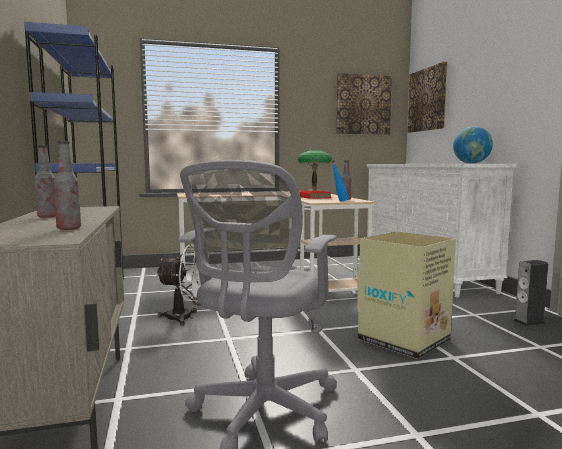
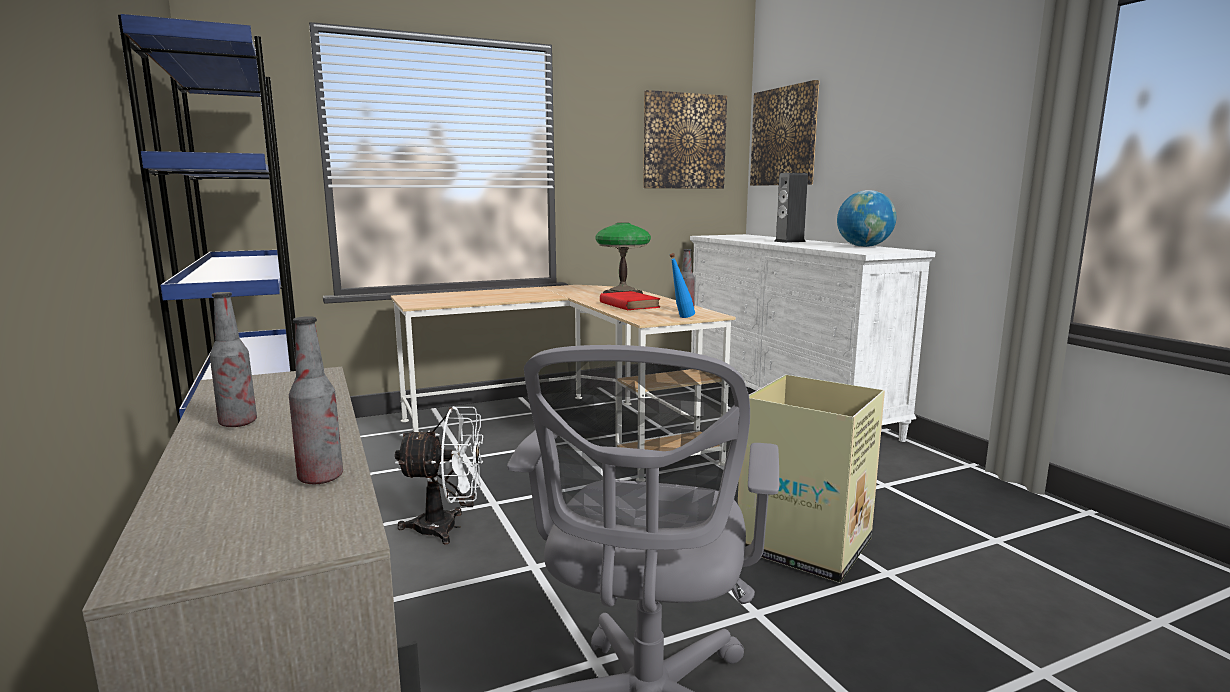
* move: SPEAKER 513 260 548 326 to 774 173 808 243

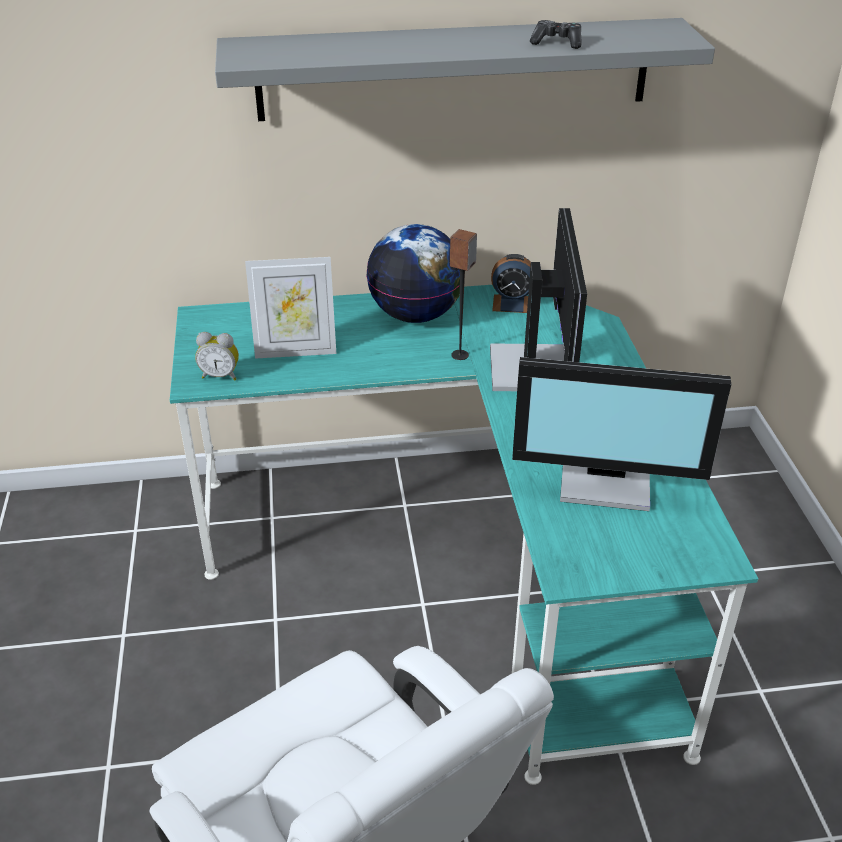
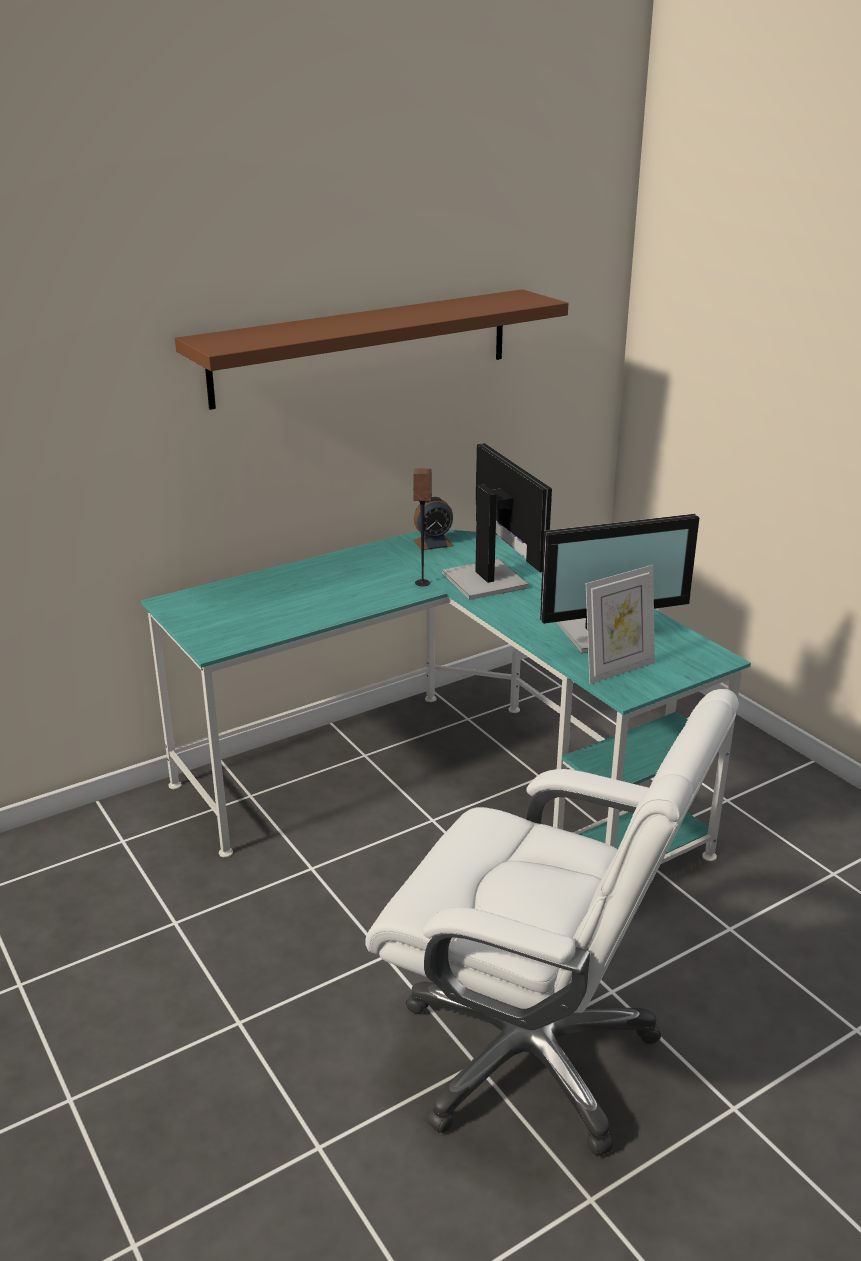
* recolor: GREY SHELF 215 18 715 121 to BROWN SHELF 175 289 569 410
* move: PICTURE FRAME 245 257 336 359 to 586 565 655 684
* delete: ALARM CLOCK 195 332 239 381
* delete: GLOBE 366 224 460 323
* delete: GAME CONTROLLER 530 20 581 49

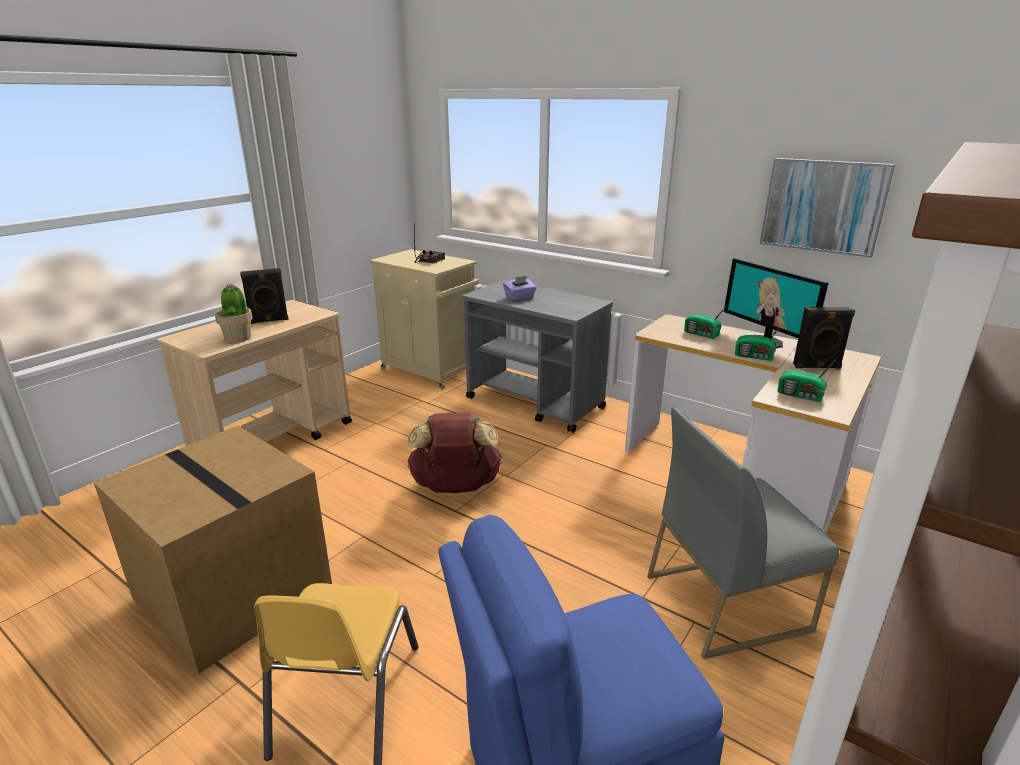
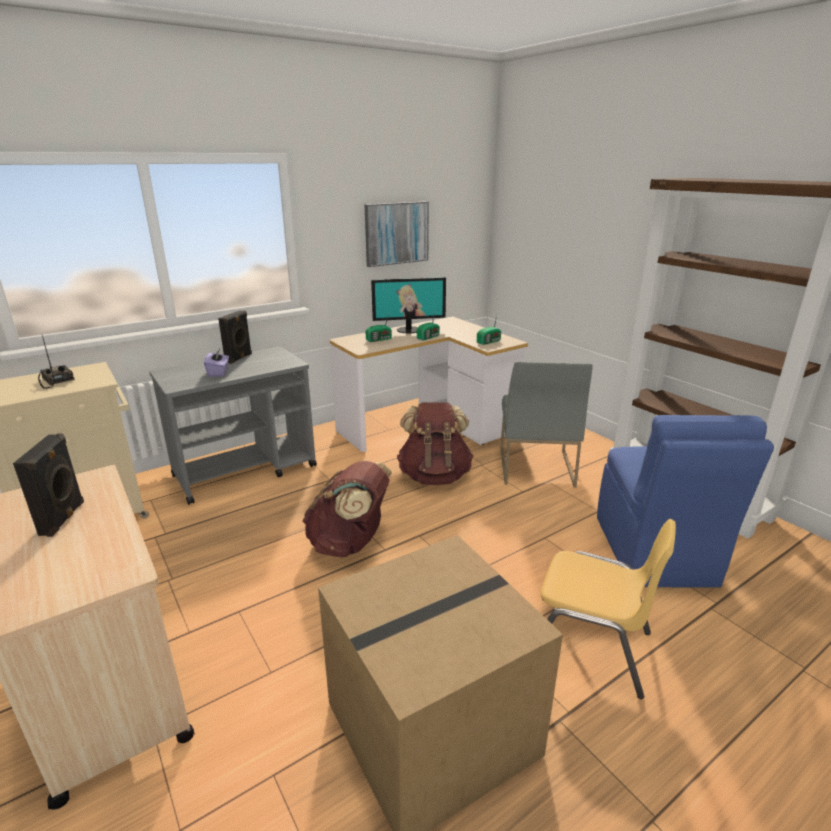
* move: BLACK SPEAKER 793 307 855 369 to 218 310 252 364
* insert: BROWN BACKPACK 397 402 474 485
* delete: POTTED PLANT 215 284 253 343

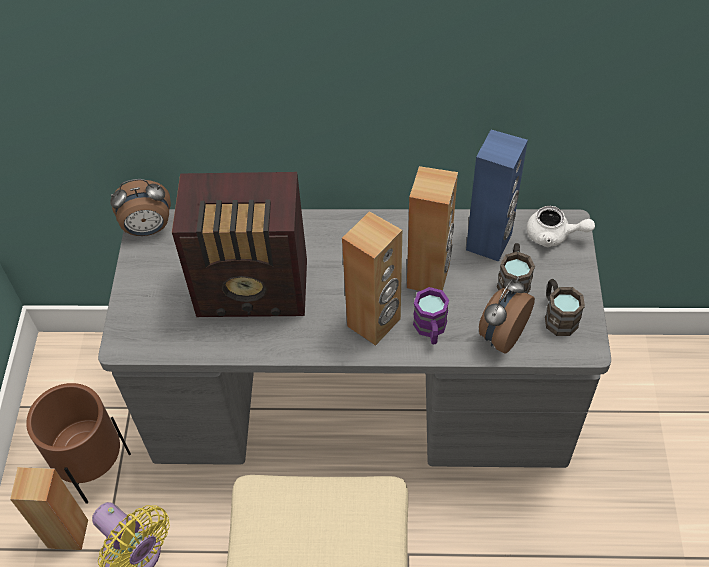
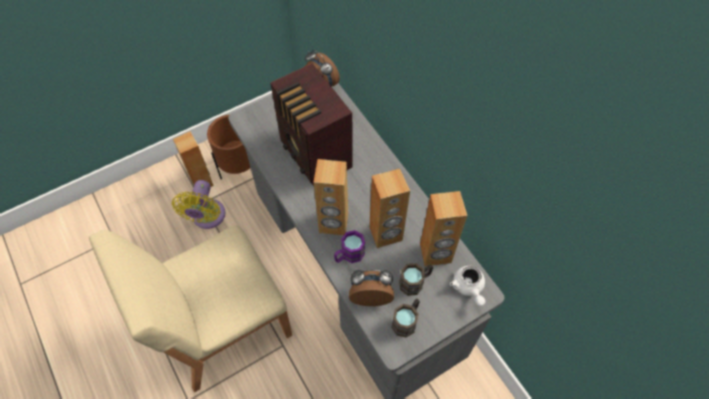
* recolor: BLUE SPEAKER 466 130 528 262 to BROWN SPEAKER 420 191 468 266

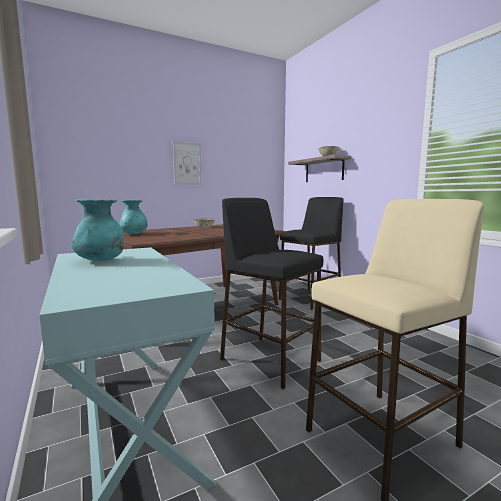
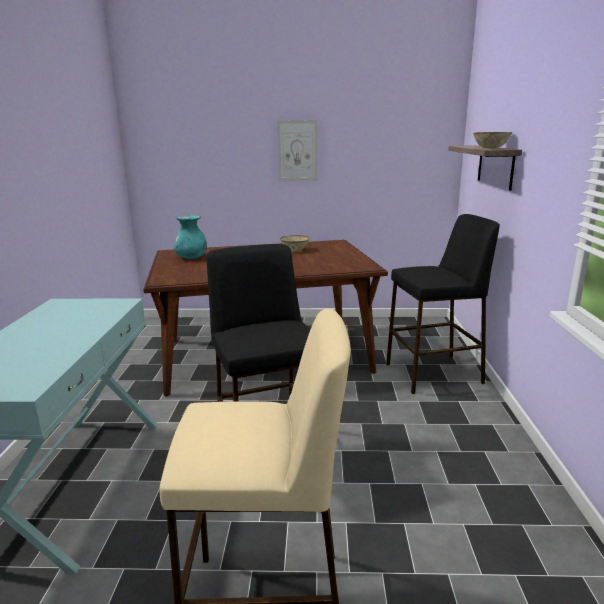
* delete: TURQUOISE VASE 71 199 124 261

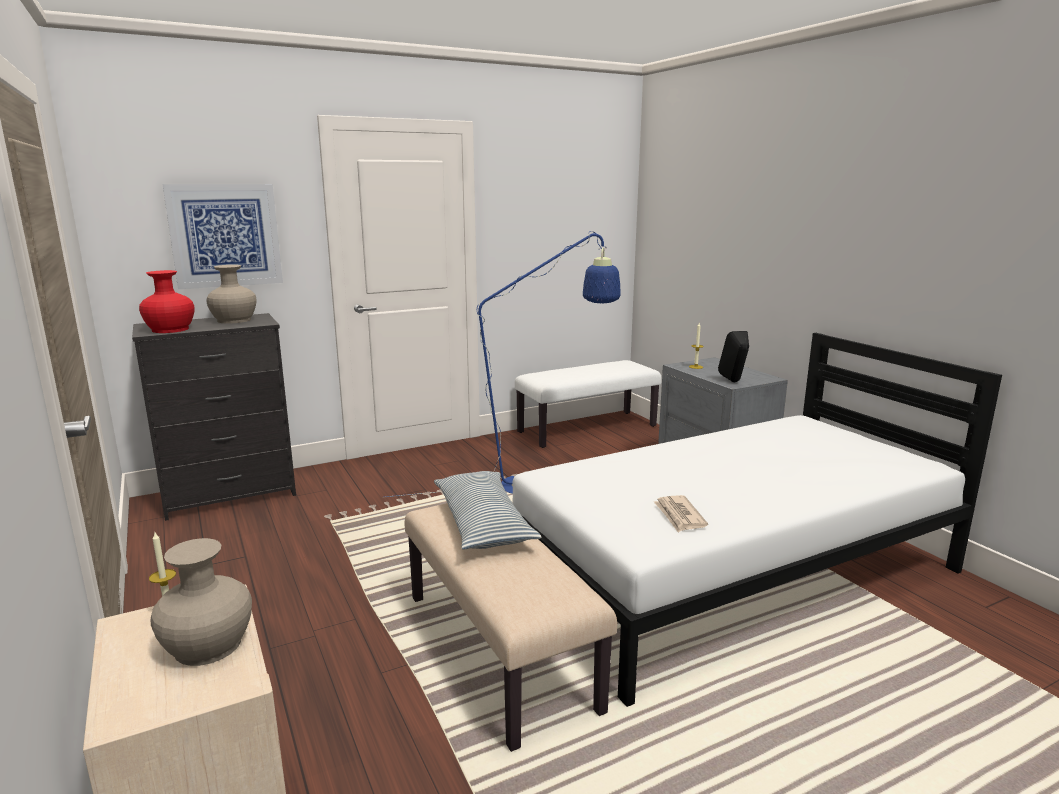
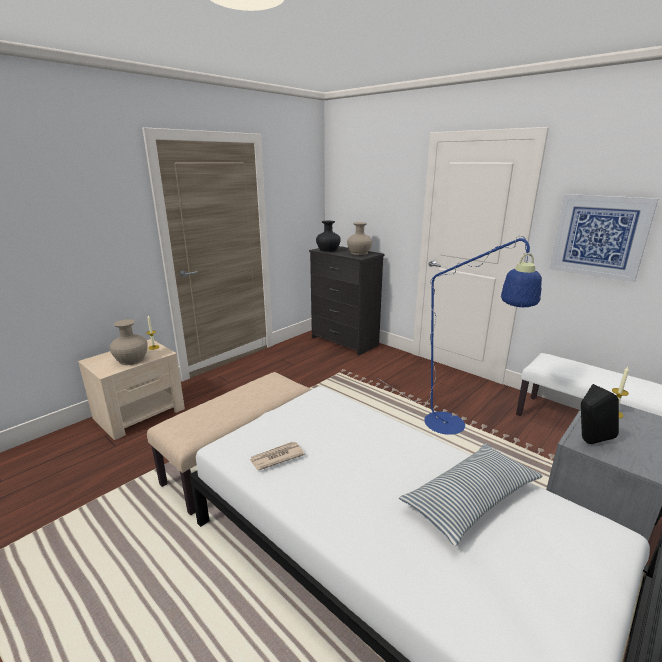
* recolor: RED VASE 139 270 195 333 to BLACK VASE 316 221 341 252
* move: PILLOW 434 471 541 549 to 399 443 542 546
* move: PICTURE 162 184 283 289 to 549 194 659 282

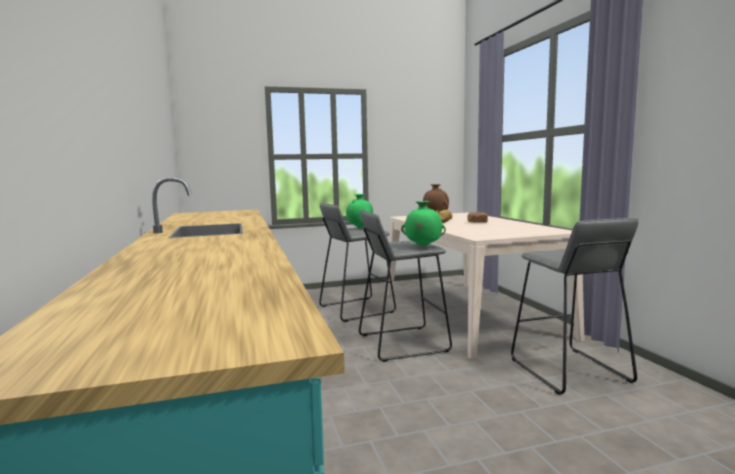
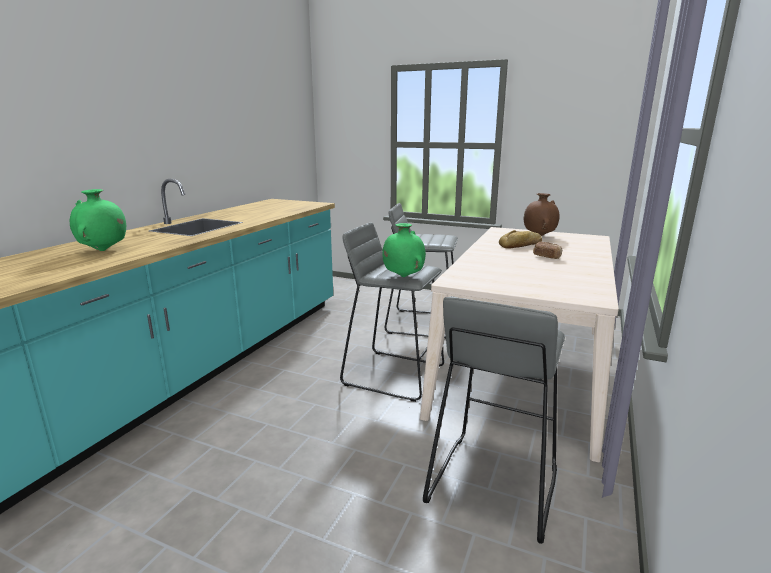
* move: GREEN VASE 346 194 373 228 to 70 189 126 251

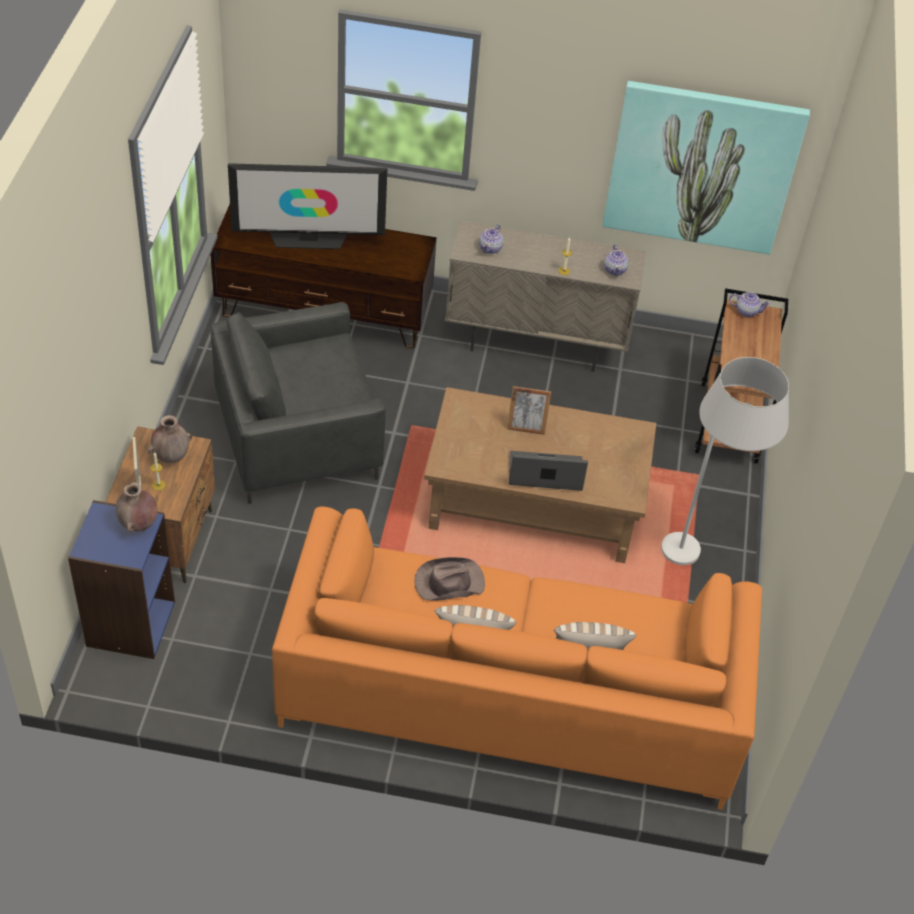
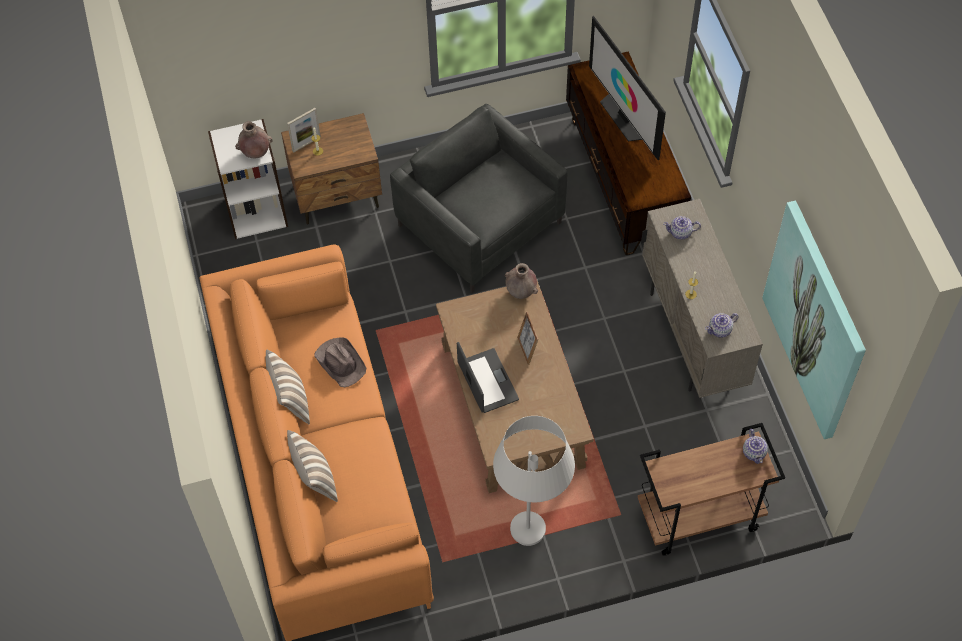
* recolor: BLUE BOOKCASE 68 500 175 659 to WHITE BOOKCASE 208 119 288 239
* move: BROWN VASE 148 415 192 463 to 505 263 538 299

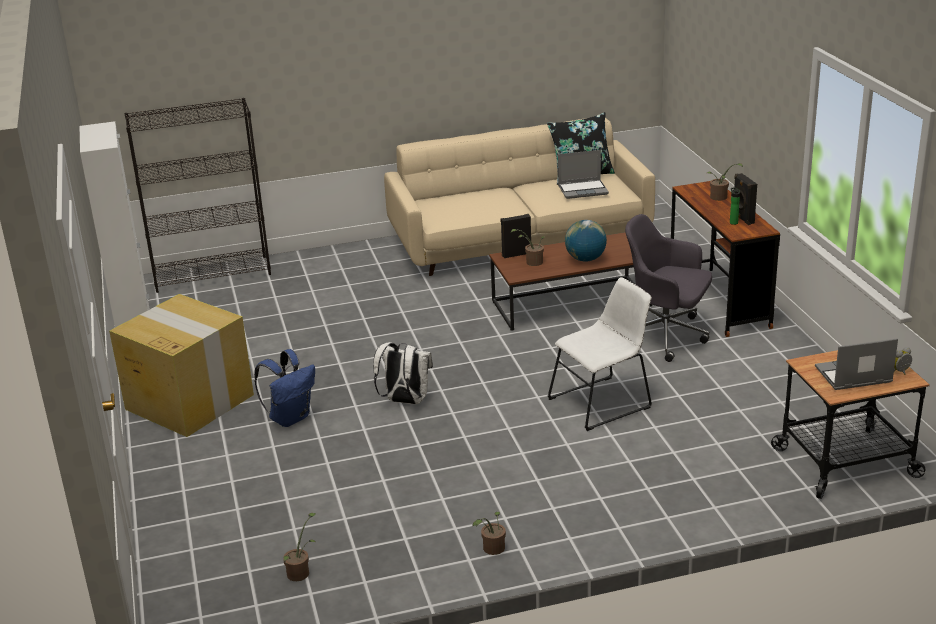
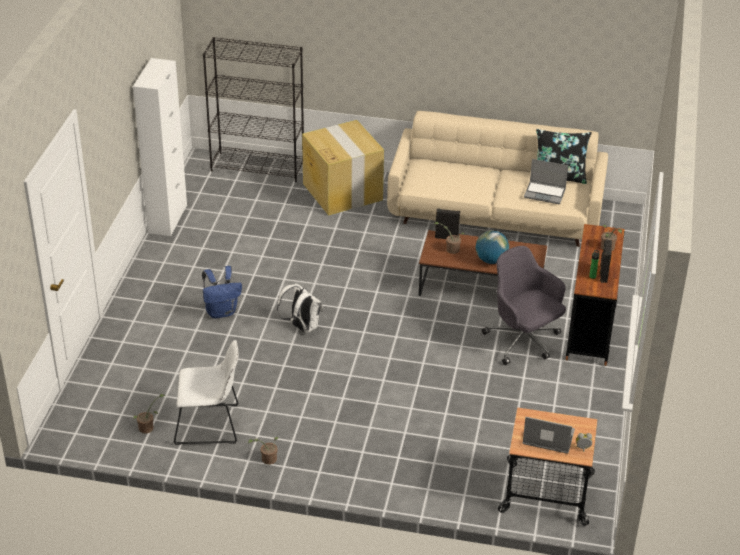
* move: WHITE CHAIR 548 277 652 431 to 173 340 239 445
* move: CARDBOARD BOX 109 294 254 437 to 302 120 384 216

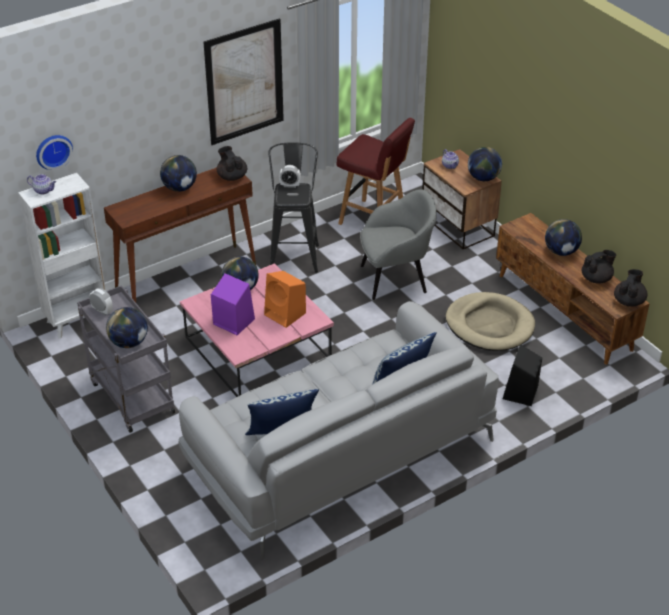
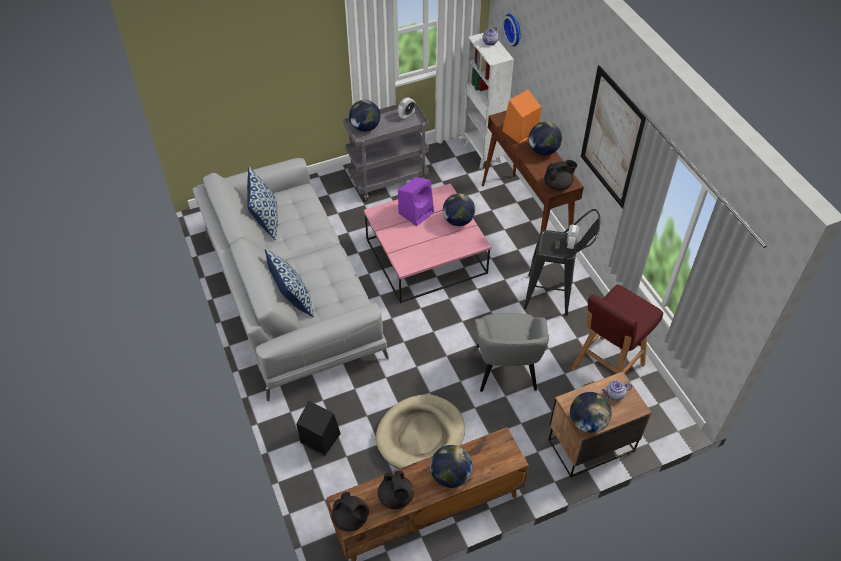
* move: ORANGE SPEAKER 264 271 306 328 to 502 90 542 144

